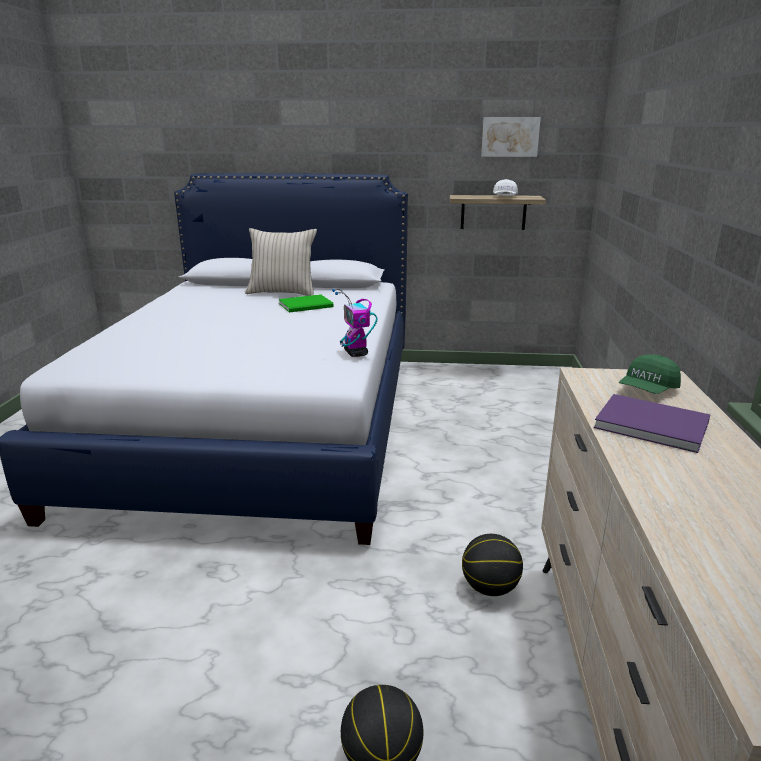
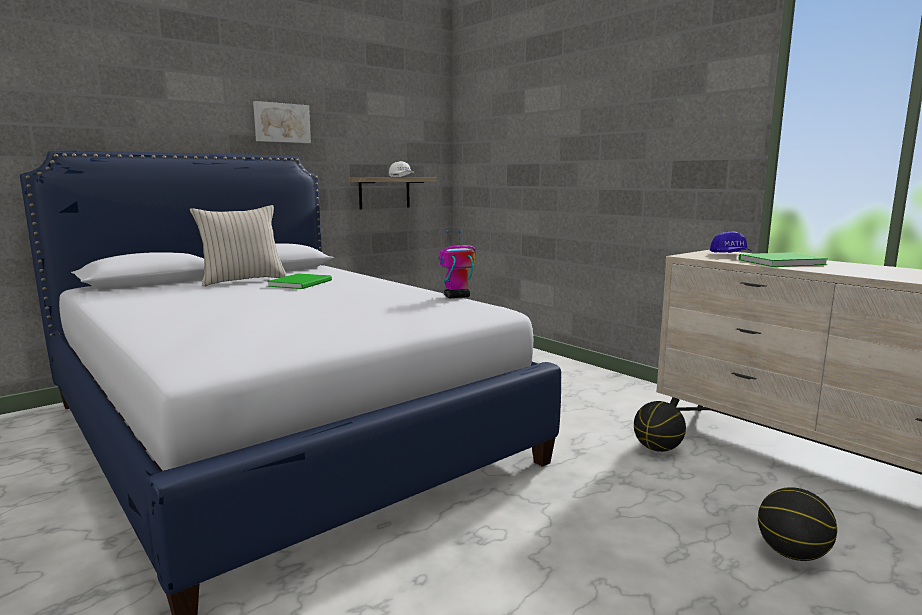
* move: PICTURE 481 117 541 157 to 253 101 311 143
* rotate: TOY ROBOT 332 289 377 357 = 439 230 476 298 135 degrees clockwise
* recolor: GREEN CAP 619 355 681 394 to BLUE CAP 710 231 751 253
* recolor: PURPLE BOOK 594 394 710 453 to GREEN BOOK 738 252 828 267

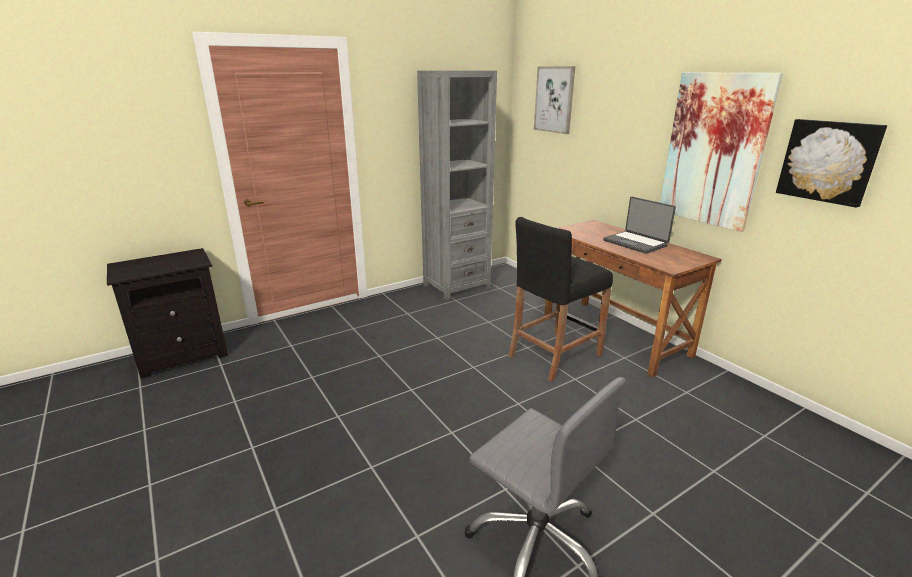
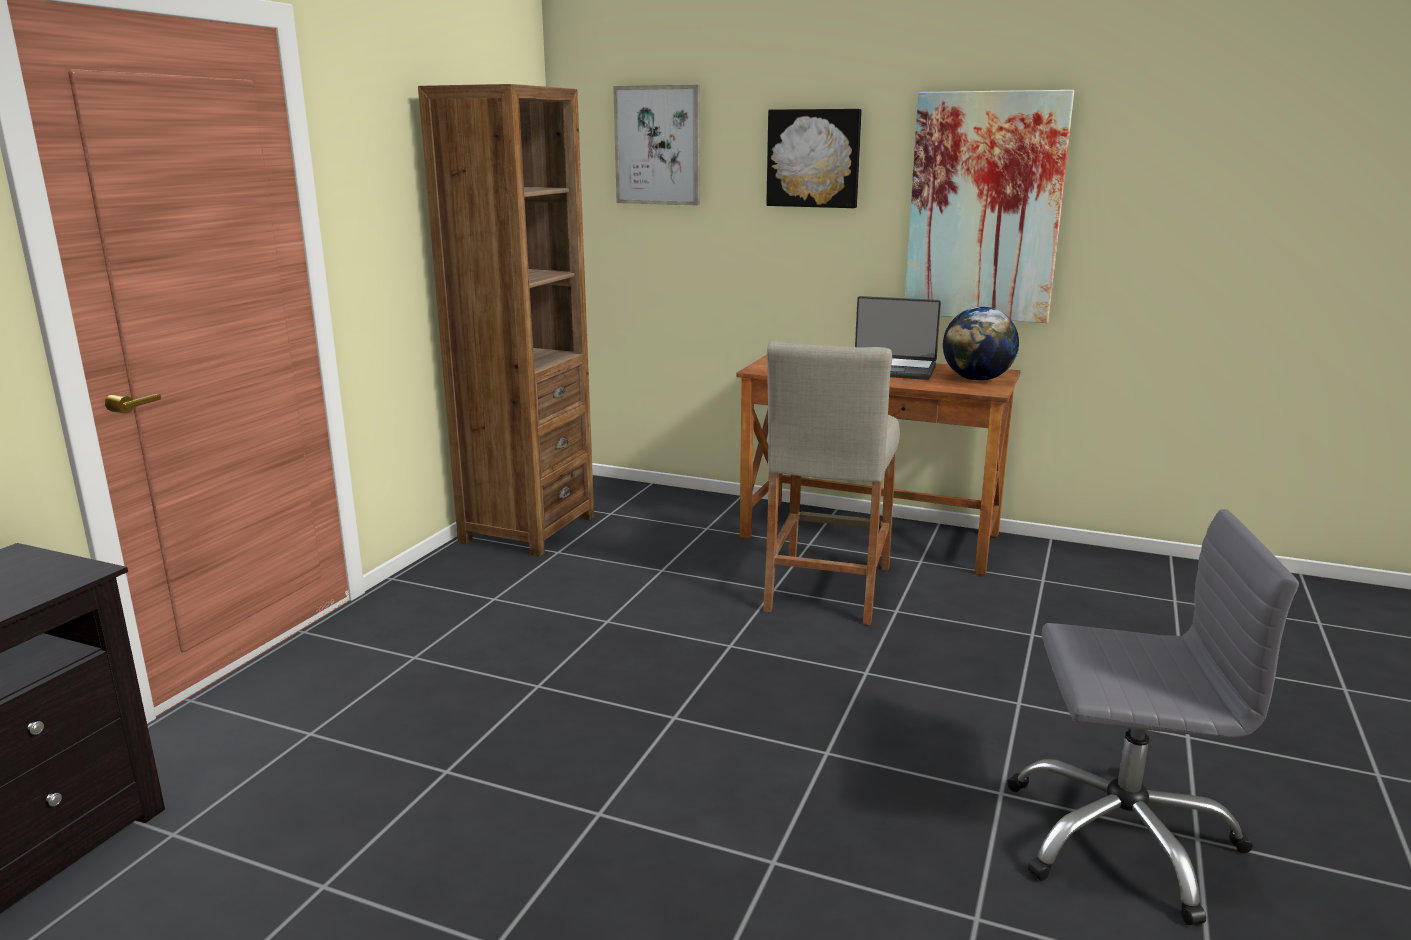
* recolor: GREY BOOKCASE 417 71 497 300 to BROWN BOOKCASE 418 84 594 556
* recolor: BLACK STOOL 508 217 613 381 to BEIGE STOOL 763 341 900 625
* move: PICTURE 776 119 887 208 to 766 109 862 208
* insert: GLOBE 943 307 1019 381

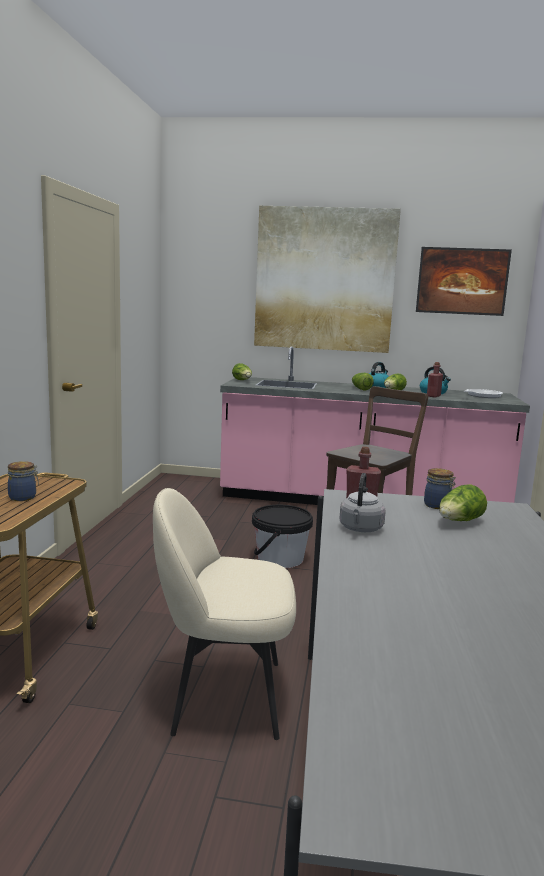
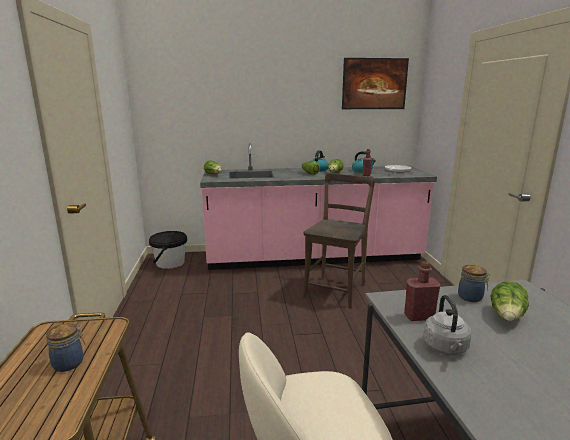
* move: BLACK BUCKET 252 505 313 568 to 149 231 187 269
* delete: PICTURE 254 206 401 353

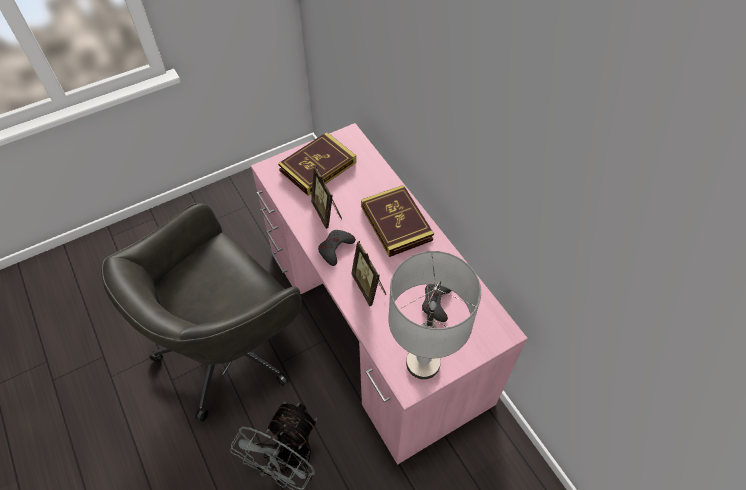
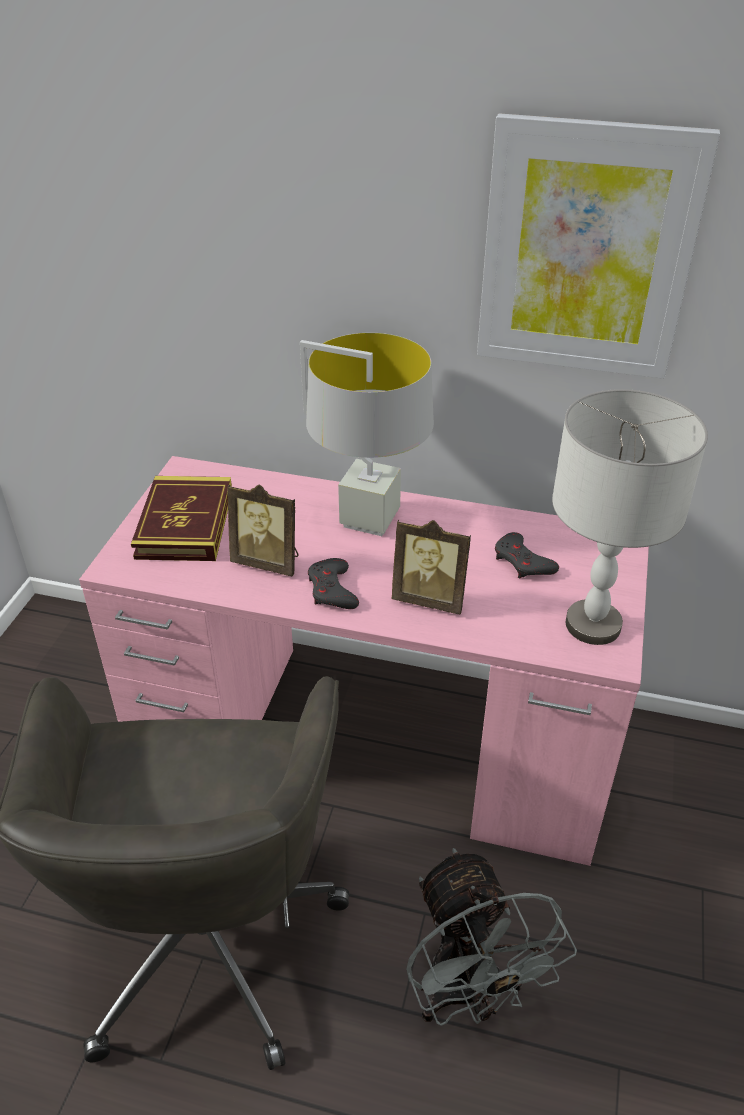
* replace: BOOK 361 185 434 257 to GREY TABLE LAMP 300 333 434 536
* insert: PICTURE 477 113 720 379

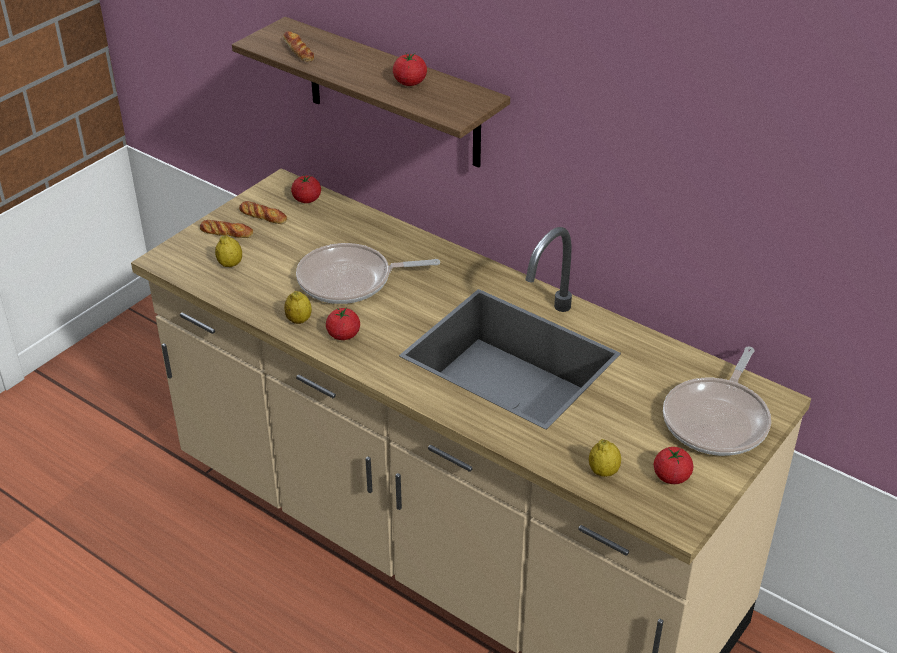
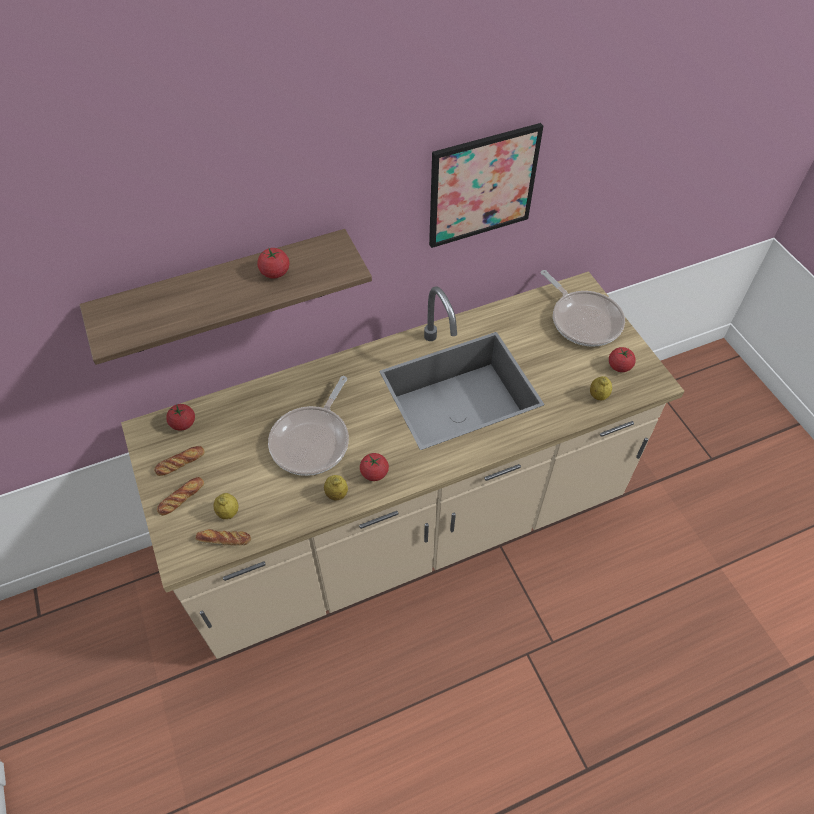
* move: BREAD 283 31 314 62 to 195 529 251 546
* insert: PICTURE 429 123 543 248

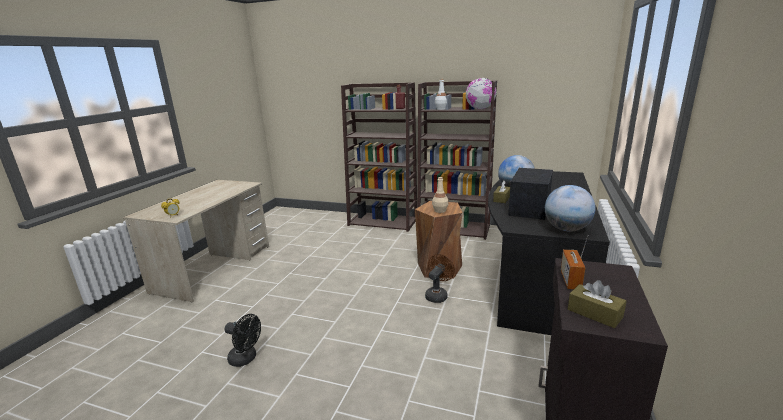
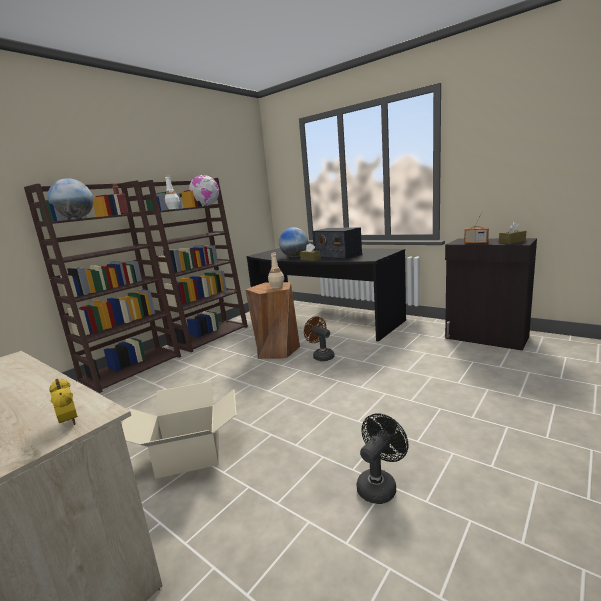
* move: GLOBE 545 185 596 232 to 48 178 94 219
* insert: CARDBOARD BOX 122 381 237 479

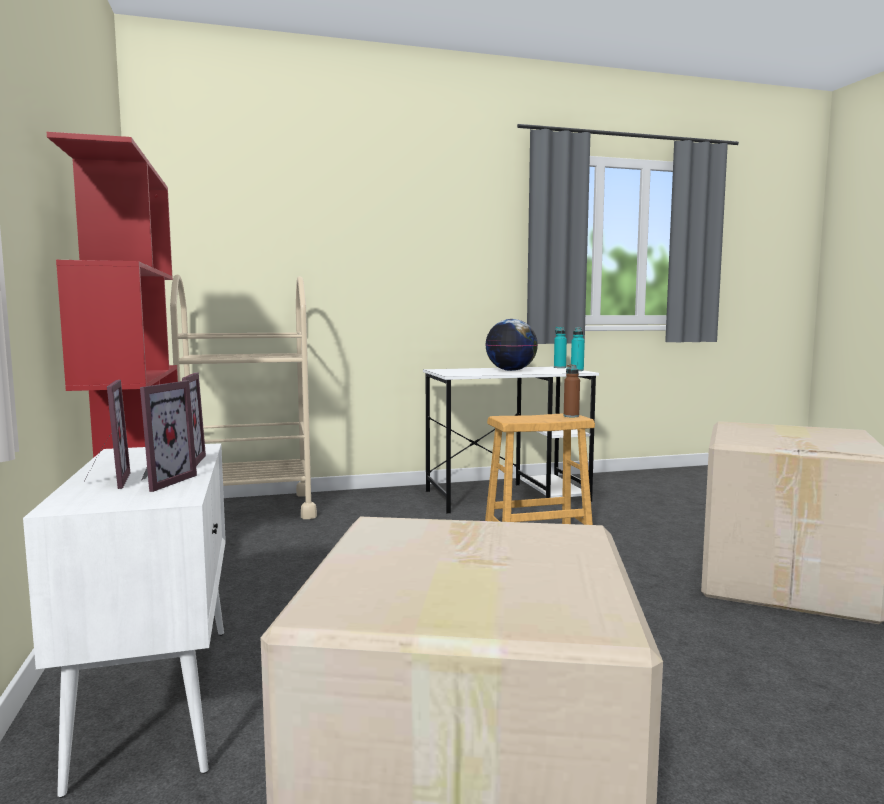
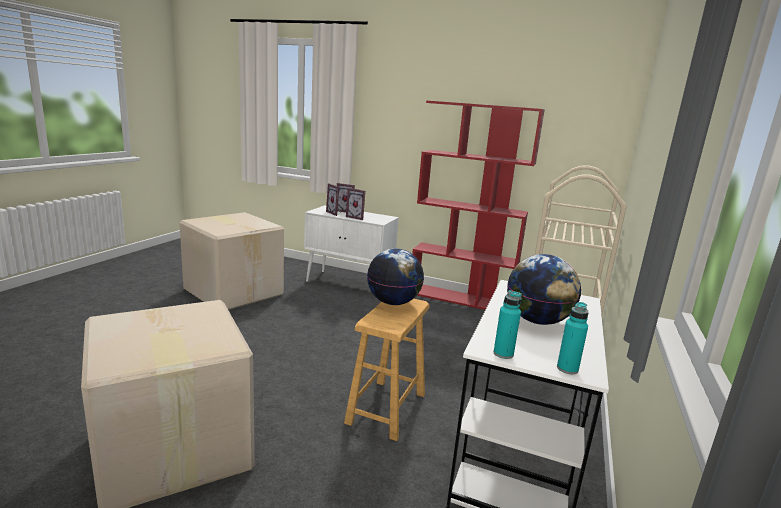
* insert: GLOBE 367 249 424 305
* delete: BROWN BOTTLE 564 364 580 417

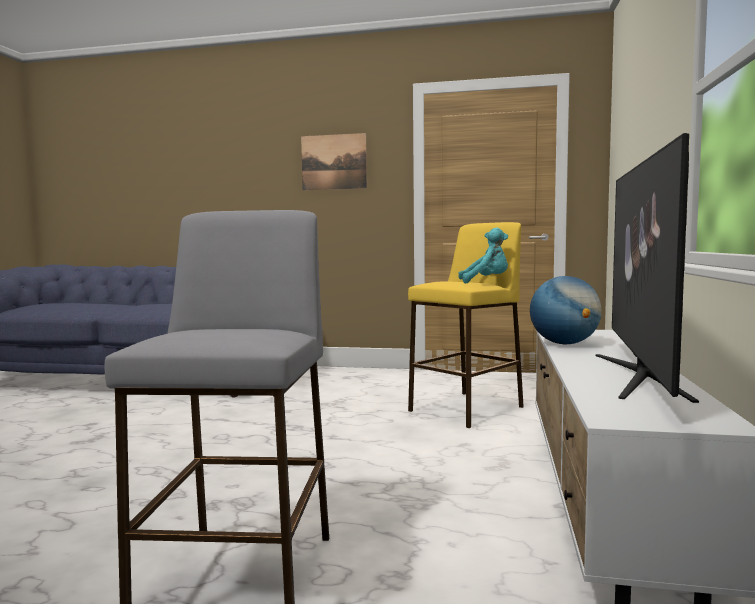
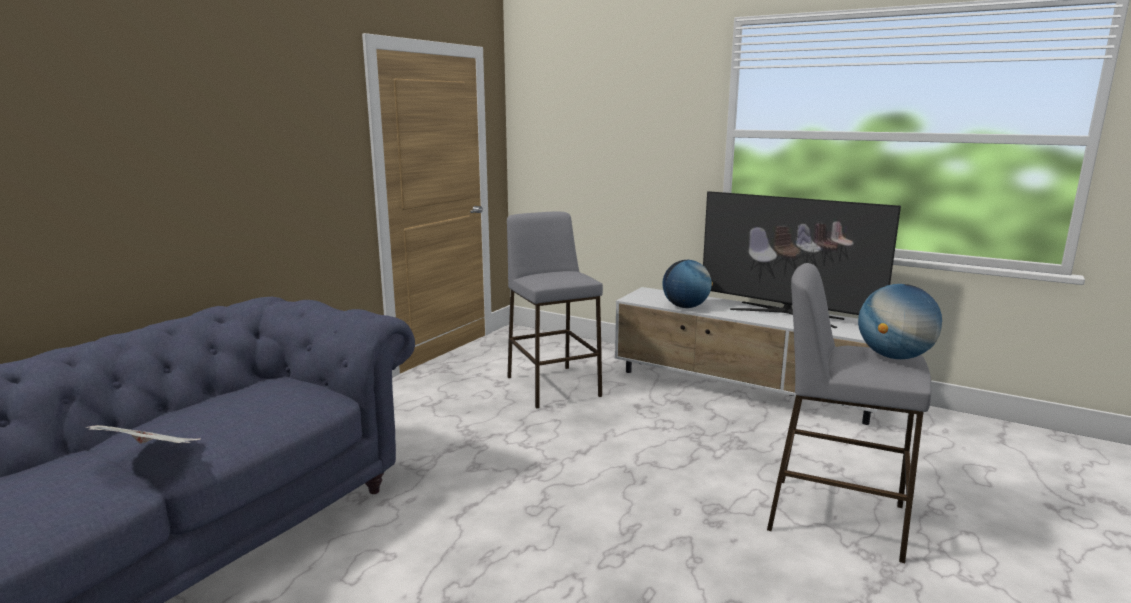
* insert: NEWSPAPER 86 425 200 443
* recolor: YELLOW STOOL 408 222 524 428 to GREY STOOL 507 212 603 409
* insert: GLOBE 858 284 942 359
* delete: PICTURE 301 133 367 190
* delete: TURQUOISE PLUSH TOY 458 228 508 284

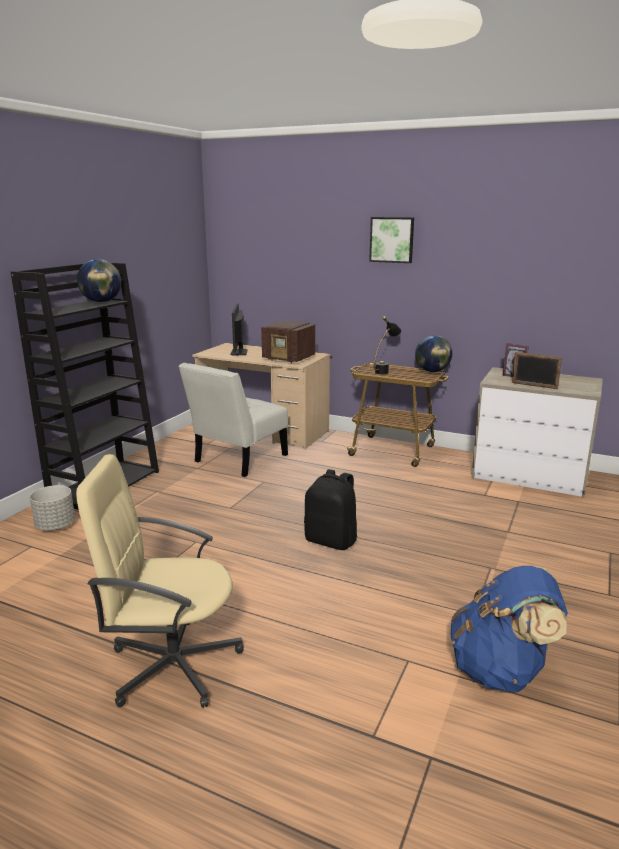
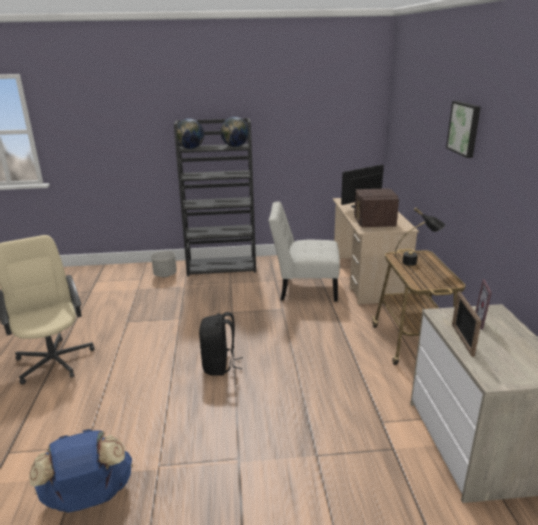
* move: GLOBE 415 335 452 372 to 177 118 204 149

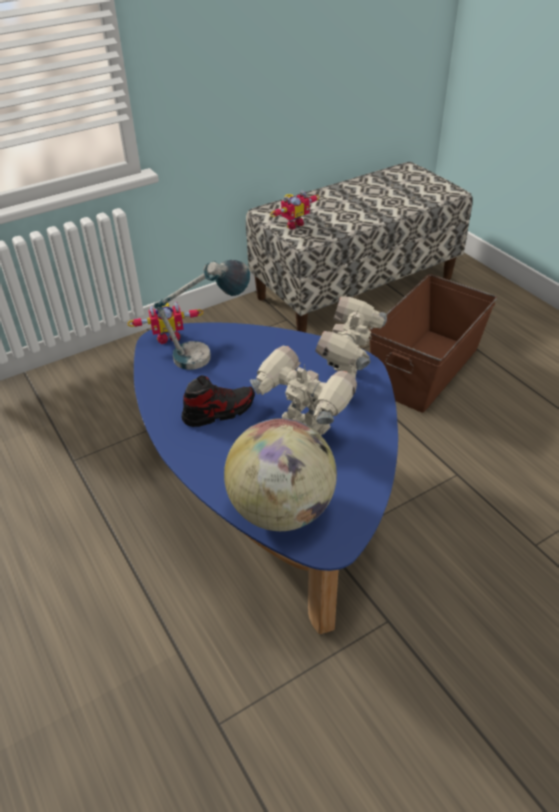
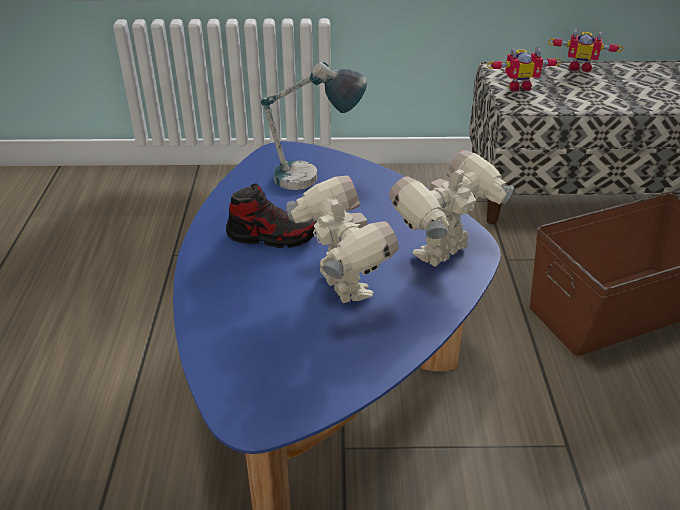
* move: TOY ROBOT 127 302 203 344 to 548 29 623 72
* delete: GLOBE 224 418 337 531

